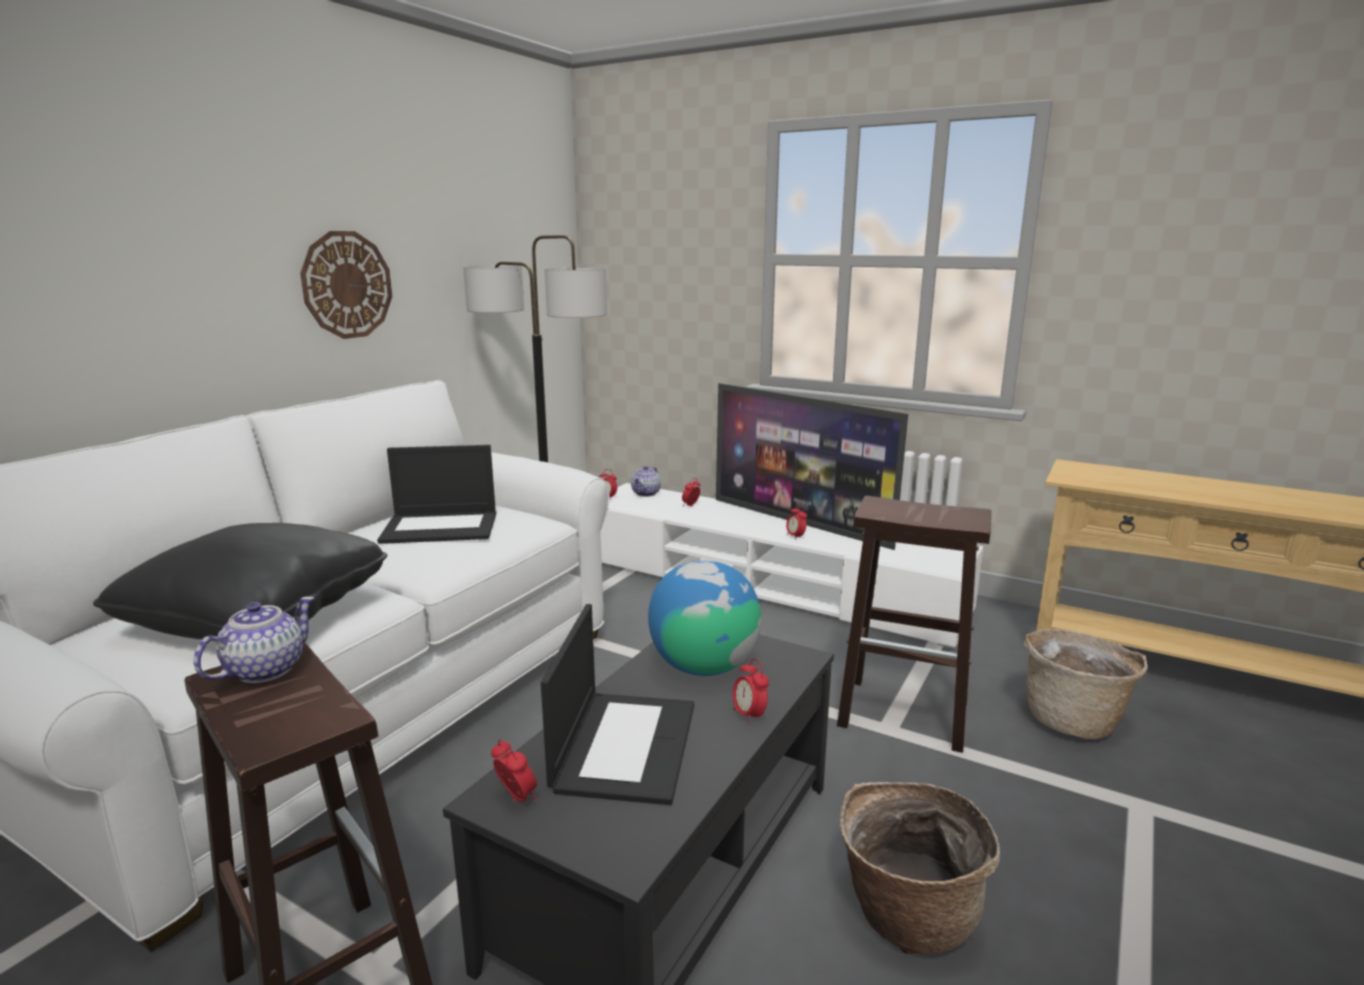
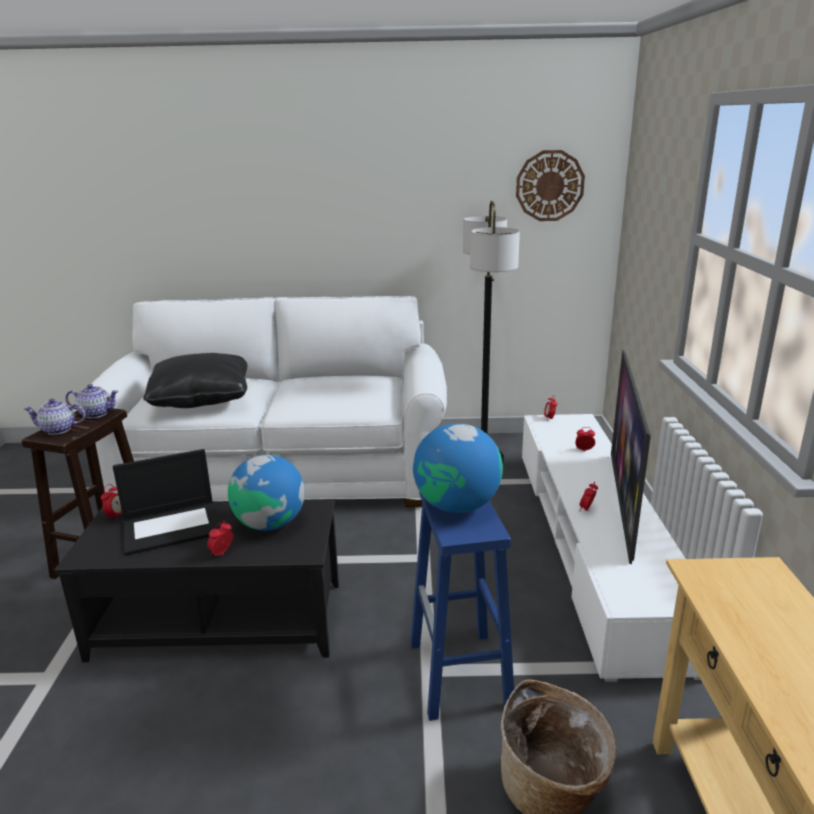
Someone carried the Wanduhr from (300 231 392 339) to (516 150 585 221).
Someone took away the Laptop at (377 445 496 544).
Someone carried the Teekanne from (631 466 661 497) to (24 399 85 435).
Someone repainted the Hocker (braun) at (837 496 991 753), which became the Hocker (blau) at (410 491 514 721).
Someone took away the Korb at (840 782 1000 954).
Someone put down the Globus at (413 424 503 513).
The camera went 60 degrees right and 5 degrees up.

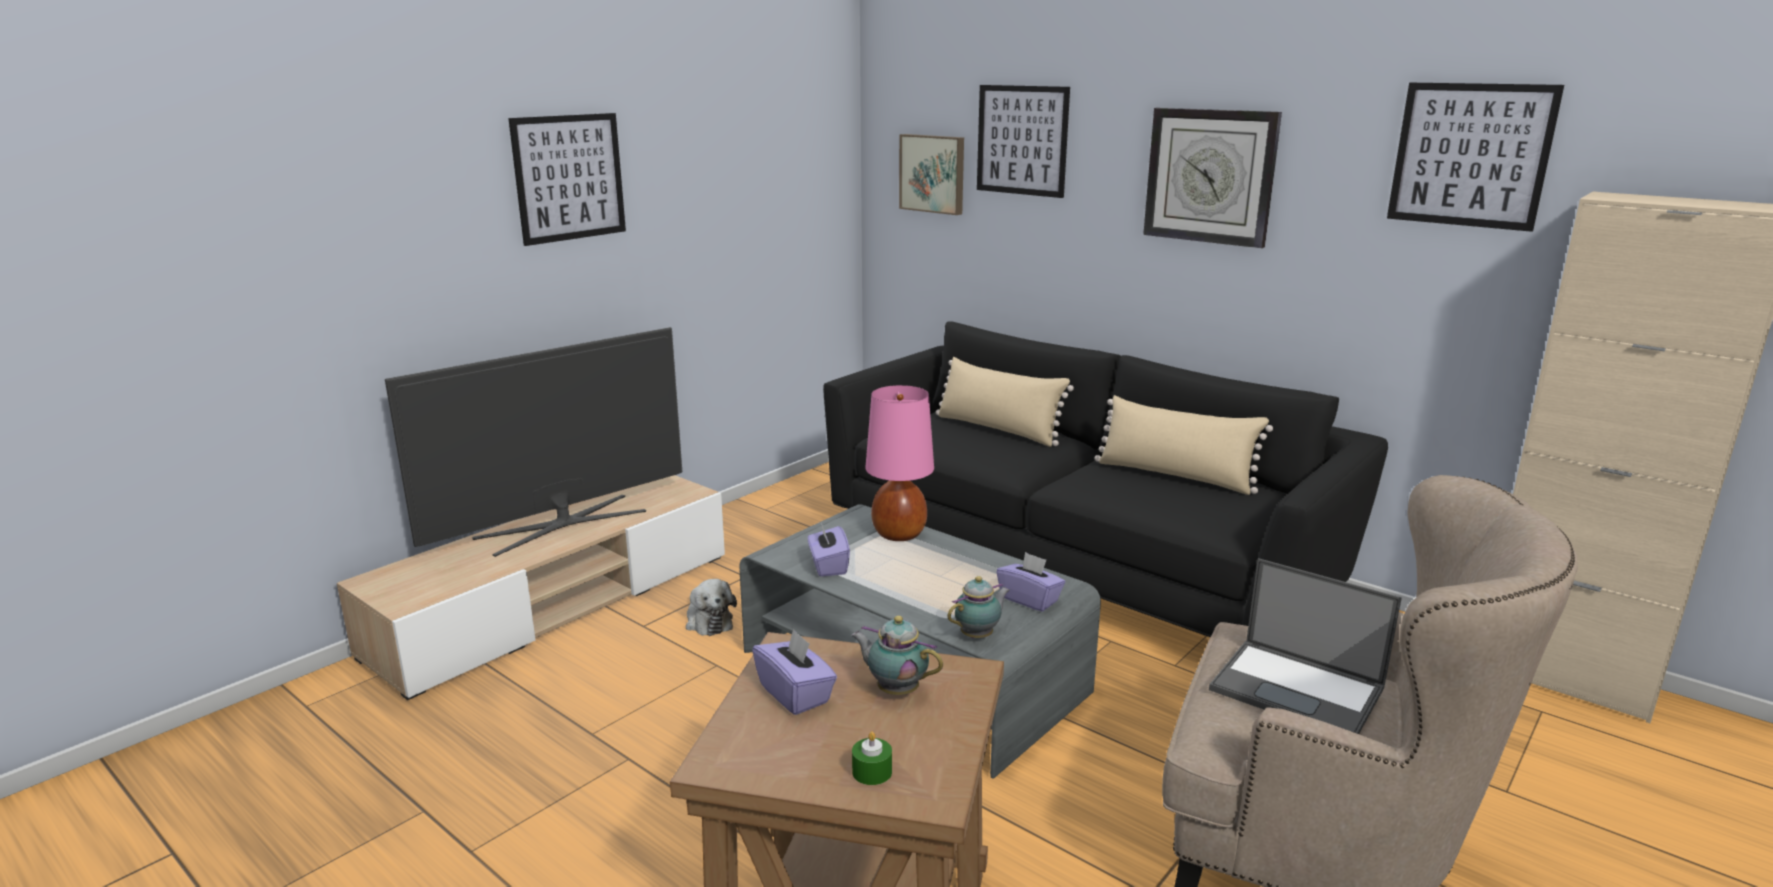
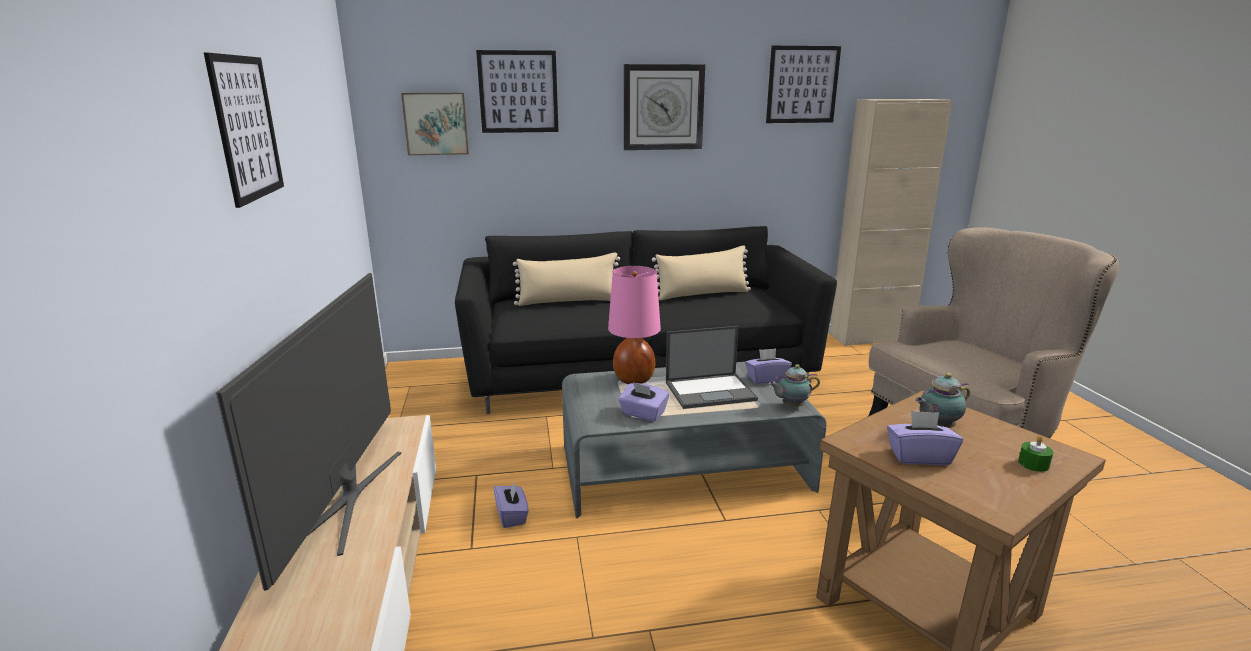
Someone swapped the Plüschtier at (686 579 737 636) for the Taschentuchbox (lila) at (494 482 529 528).
Someone rotated the Teekanne at (947 576 1010 638) by 105 degrees counterclockwise.
Someone carried the Laptop from (1209 558 1402 734) to (666 326 758 409).
The camera went 50 degrees left and 0 degrees up.

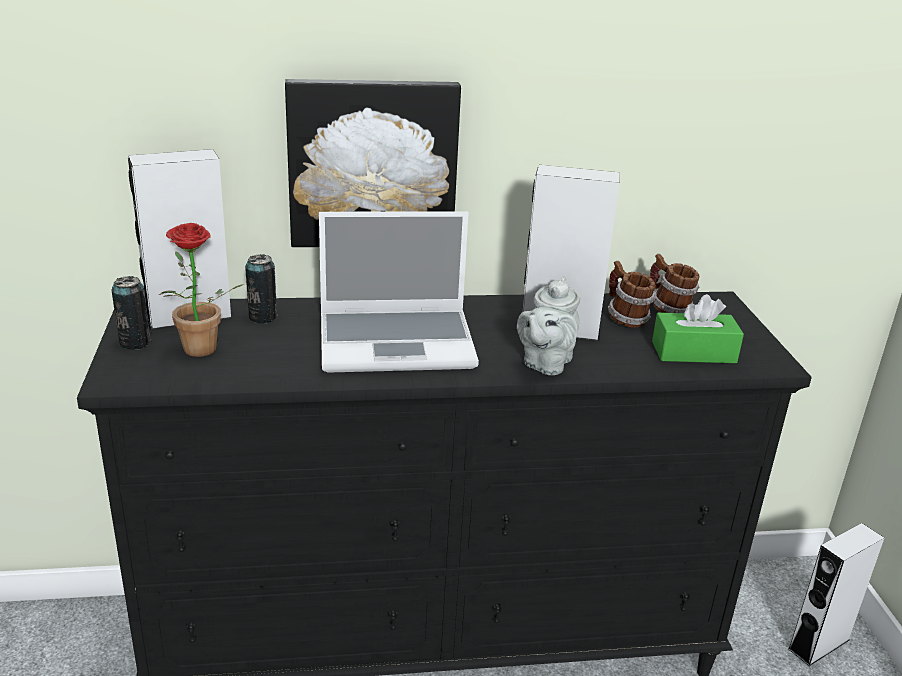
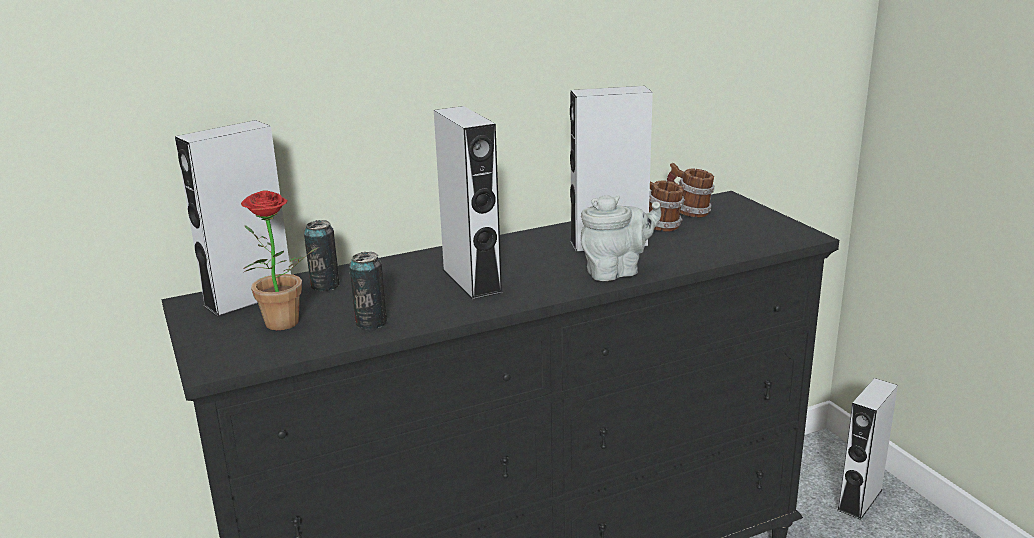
Someone carried the Dose from (112 276 151 350) to (349 252 387 329).
Someone took away the Bild at (285 79 461 247).
Someone swapped the Laptop at (319 211 479 373) for the Lautsprecher (grau) at (434 106 503 300).
Someone rotated the Teekanne (grau) at (517 277 580 375) by 120 degrees counterclockwise.
Someone took away the Taschentuchbox (grün) at (652 294 744 363).
The camera went 15 degrees left and 5 degrees down.

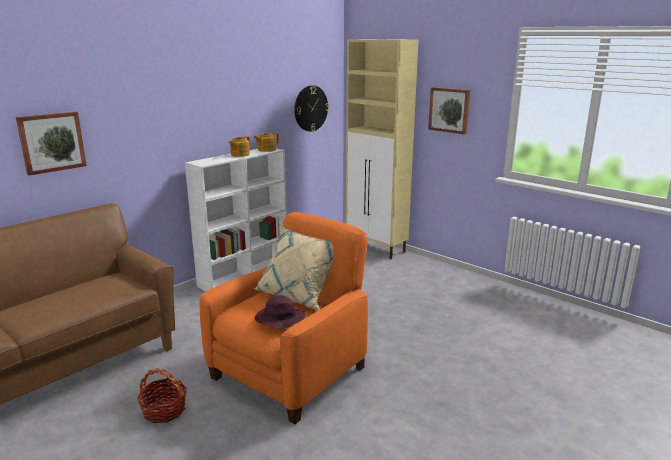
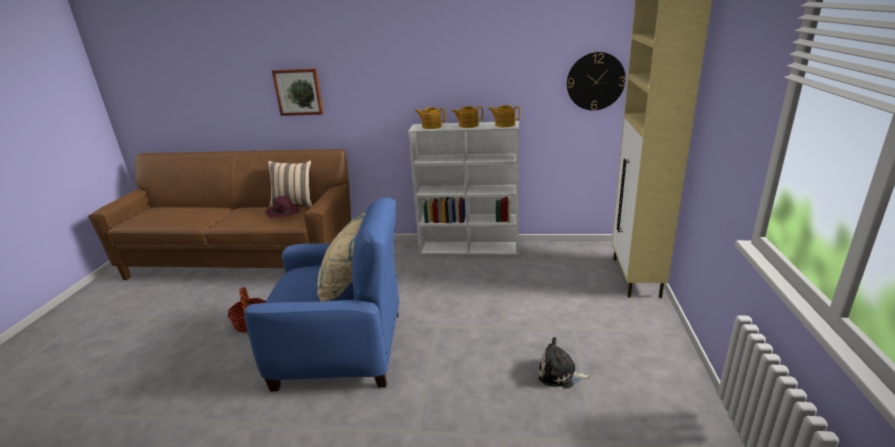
Someone repainted the Sessel (orange) at (199 212 368 424), which became the Sessel (blau) at (244 197 399 391).
Someone carried the Hut (lila) from (255 295 306 329) to (266 196 300 218).
Someone took away the Bild at (428 87 470 134).
Someone put down the Kissen (beige) at (268 160 313 207).
Someone put down the Teekanne at (415 107 446 129).
Someone put down the Plüschtier at (538 337 591 388).
The camera went 55 degrees right and 5 degrees up.

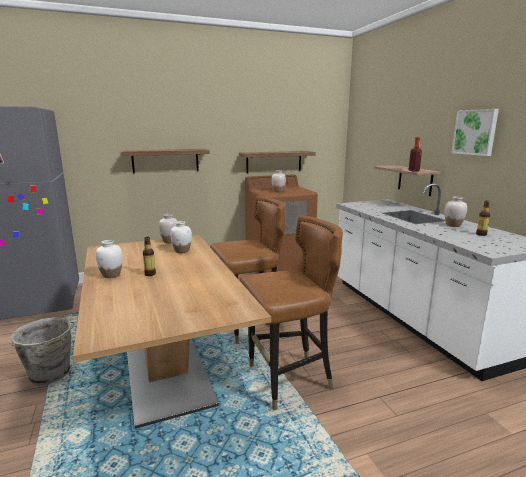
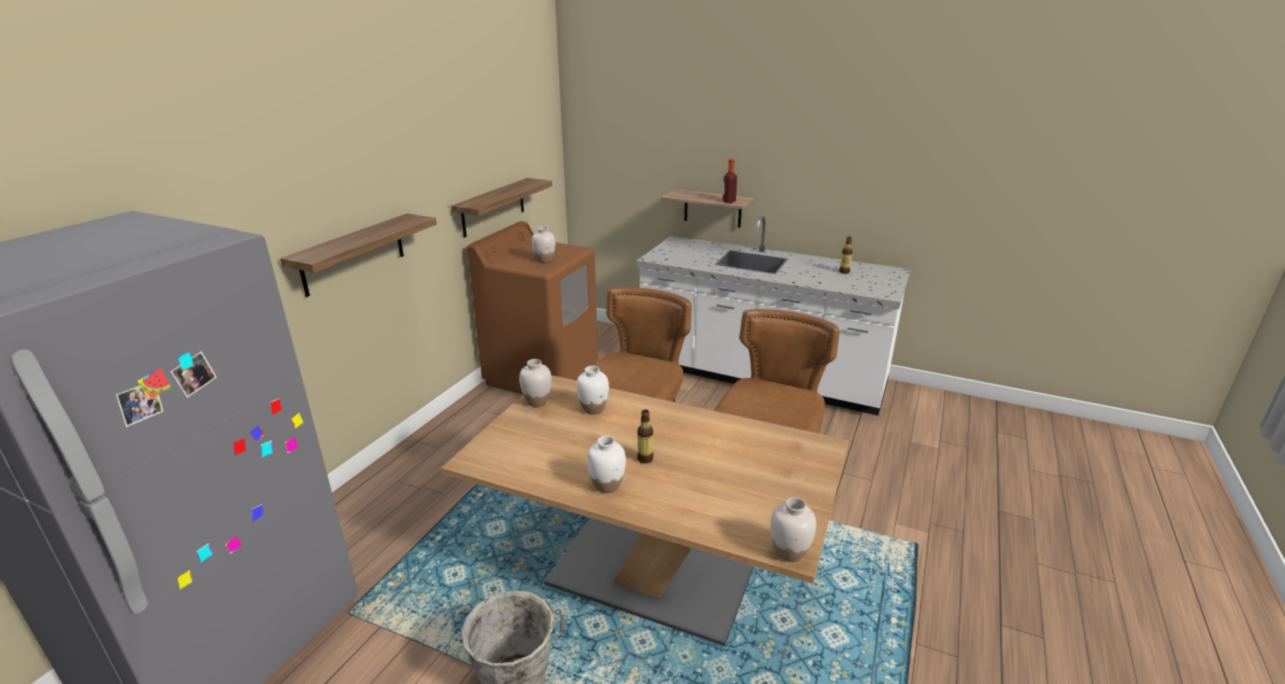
Someone carried the Vase (weiß) from (445 197 467 227) to (770 497 816 562).
Someone took away the Bild at (451 109 499 156).
The camera went 45 degrees left and 10 degrees up.

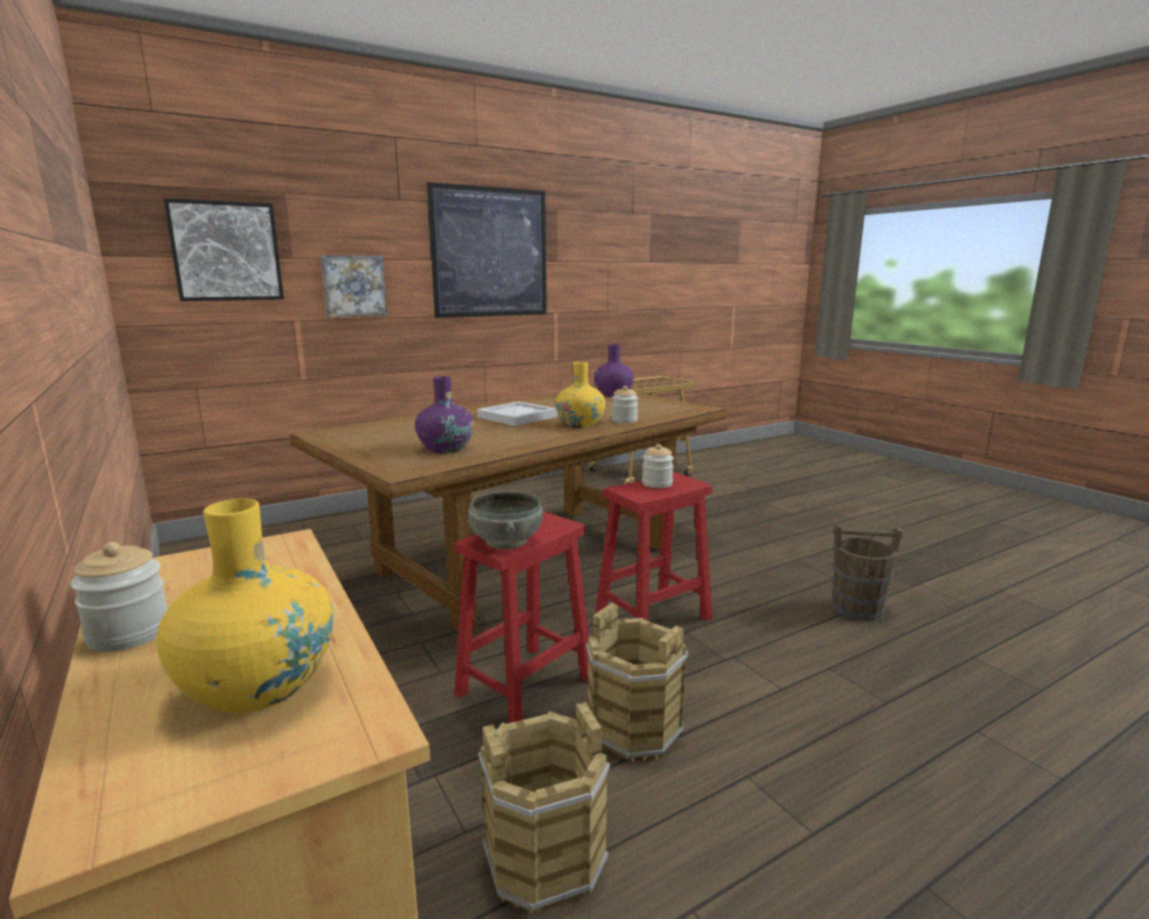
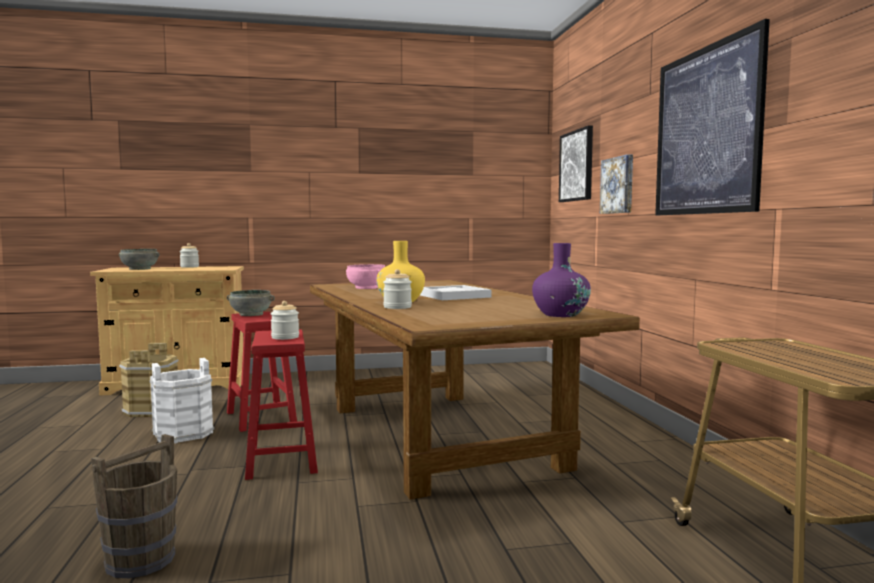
Someone swapped the Vase (gelb) at (157 499 333 713) for the Schüssel (grau) at (119 249 160 270).
Someone swapped the Vase (lila) at (415 376 474 453) for the Schüssel (rosa) at (346 264 385 289).
Someone repainted the Eimer (braun) at (586 603 688 762), which became the Eimer (weiß) at (149 358 214 443).
The camera went 110 degrees right and 10 degrees down.

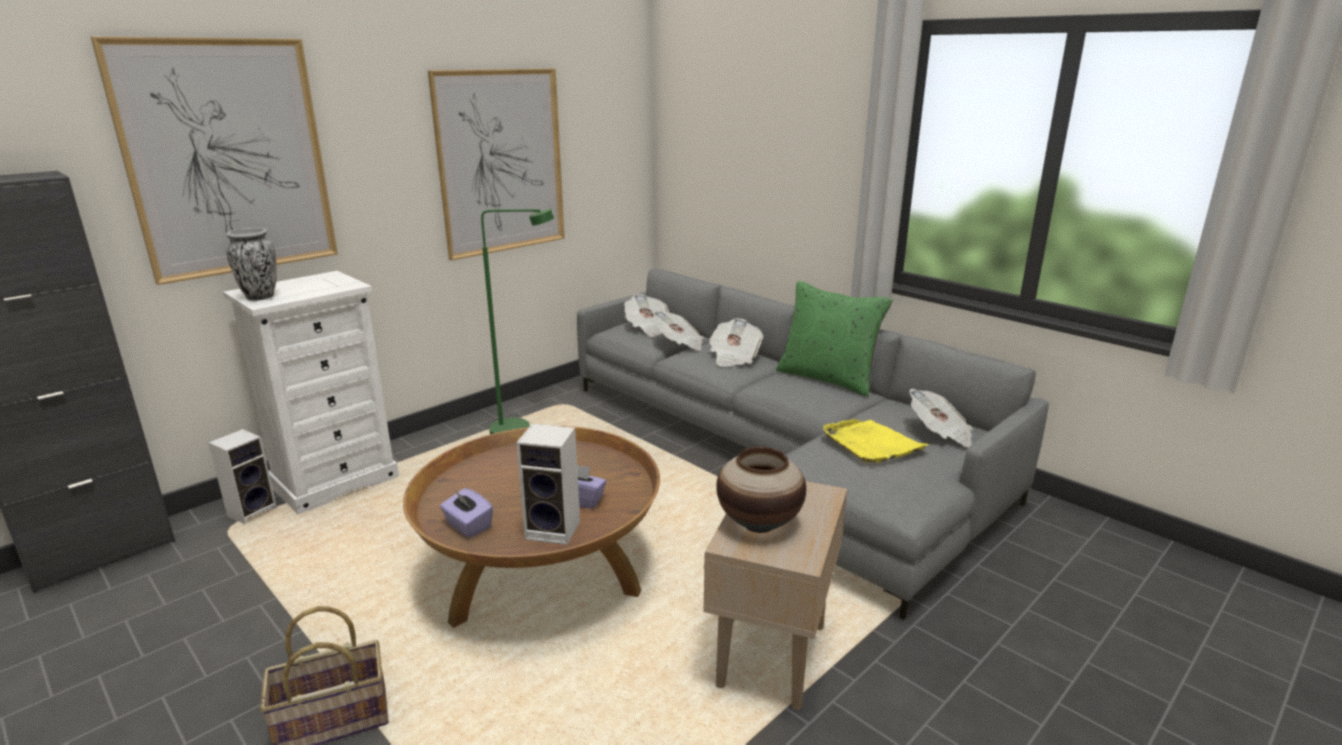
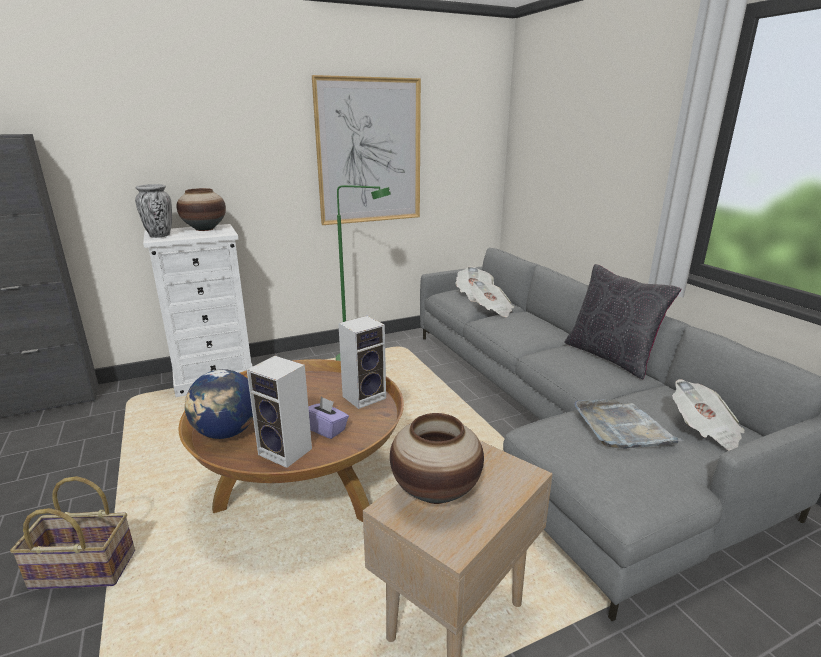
Someone took away the Bild at (91 37 338 285).
Someone carried the Lautsprecher from (208 429 277 524) to (338 316 386 409).
Someone swapped the Taschentuchbox (lila) at (440 488 493 538) for the Globus at (185 369 253 439).
Someone took away the Zeitung at (709 318 763 367).
Someone repainted the Kissen (grün) at (776 281 893 396), which became the Kissen (schwarz) at (564 264 681 379).
Someone repainted the Tablett (gelb) at (822 419 929 463), which became the Tablett (grau) at (574 399 683 449).
Someone put down the Vase at (176 188 226 231).
The camera went 20 degrees right and 0 degrees up.

